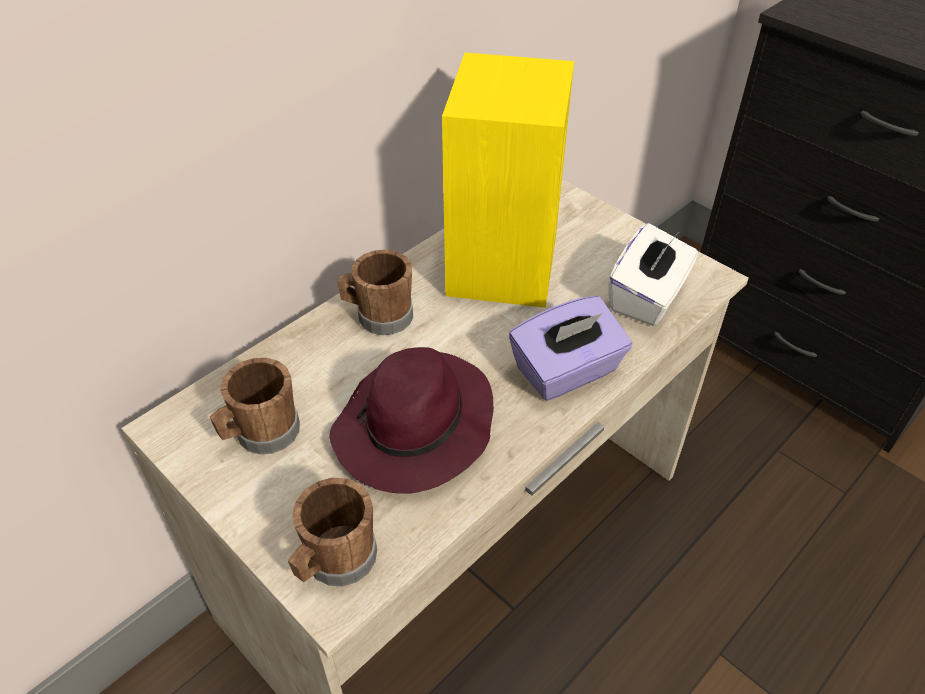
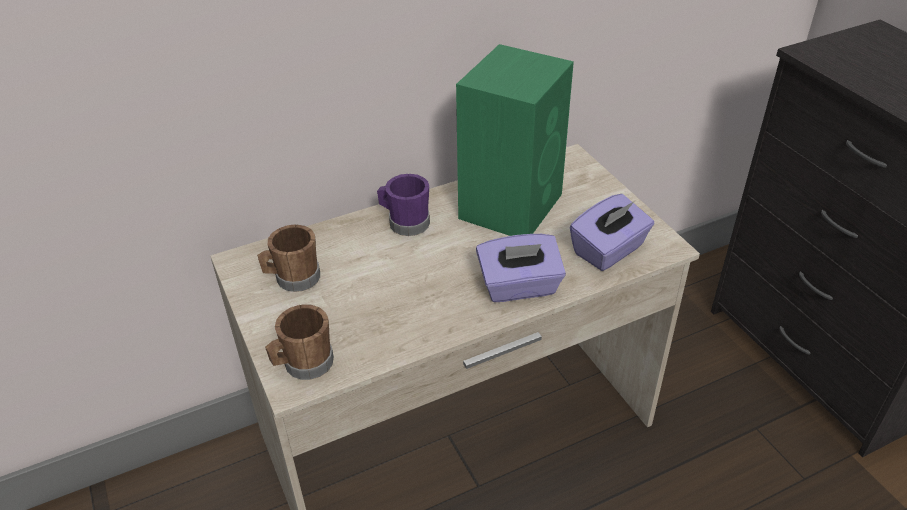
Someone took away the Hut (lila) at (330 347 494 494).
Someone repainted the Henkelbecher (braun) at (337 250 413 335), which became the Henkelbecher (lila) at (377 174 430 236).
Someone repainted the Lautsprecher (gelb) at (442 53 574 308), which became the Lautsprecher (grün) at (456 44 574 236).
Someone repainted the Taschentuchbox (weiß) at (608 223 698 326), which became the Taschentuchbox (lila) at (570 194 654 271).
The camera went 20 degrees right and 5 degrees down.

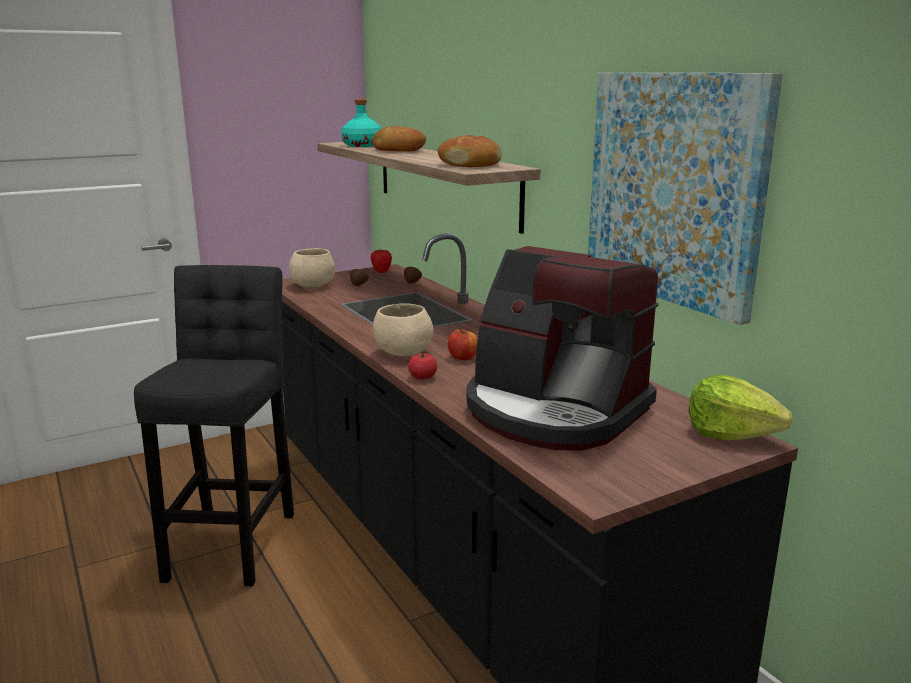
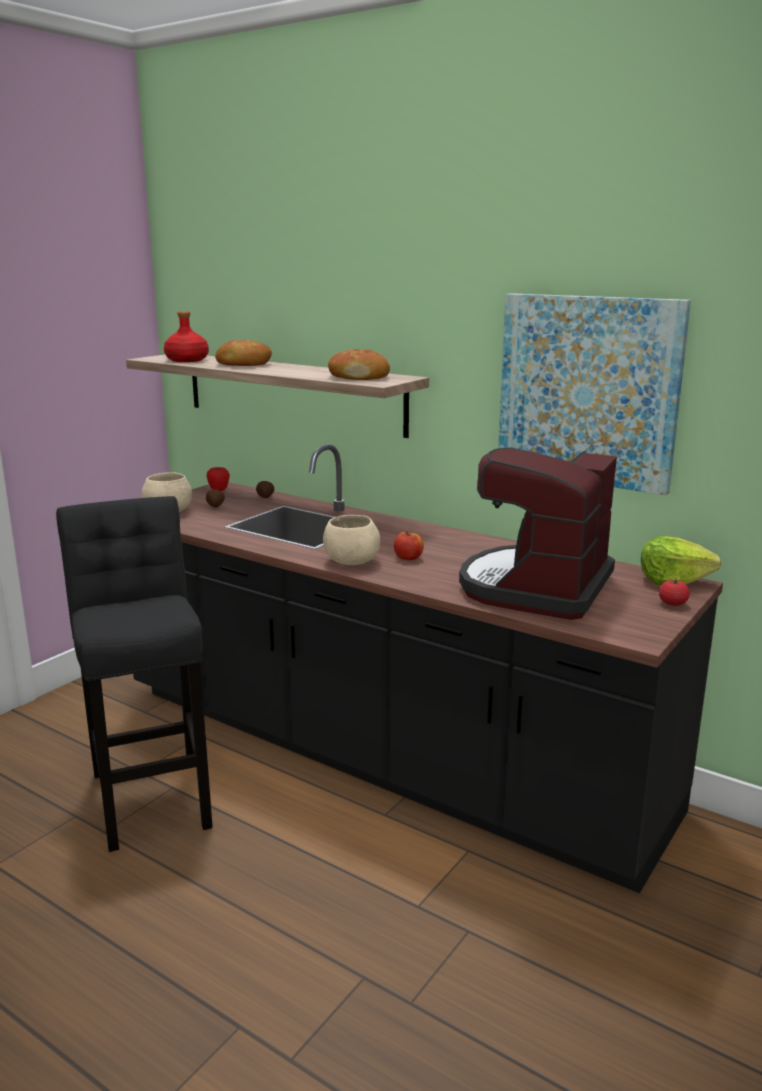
Someone repainted the Flasche (türkis) at (341 99 381 147), which became the Flasche (rot) at (164 311 209 362).
Someone carried the Tomate from (408 353 438 380) to (659 579 690 606).
Someone rotated the Kaffeemaschine at (466 246 659 451) by 105 degrees clockwise.
The camera went 25 degrees left and 0 degrees up.

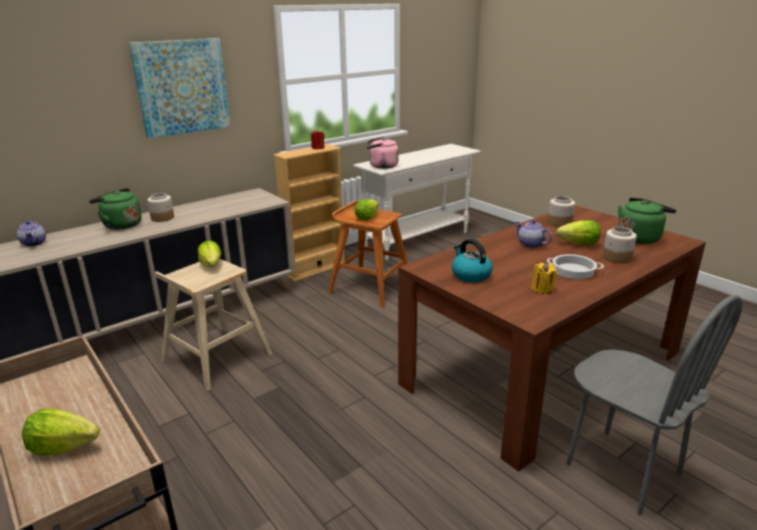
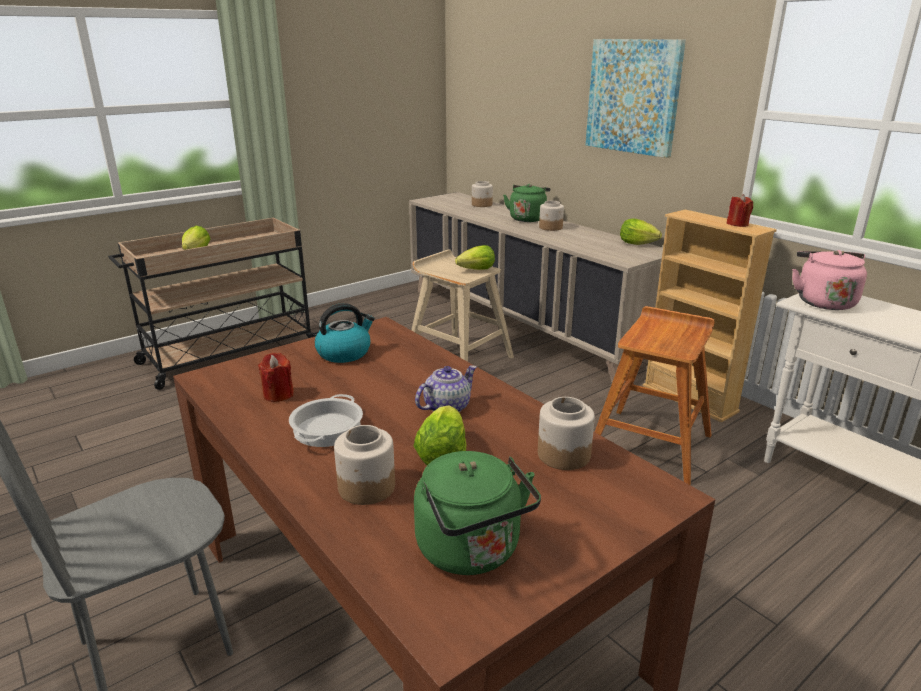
Someone swapped the Teekanne at (17 220 46 247) for the Vorratsglas at (472 181 493 207).
Someone carried the Salatkopf from (354 199 379 220) to (620 219 662 245).
Someone repainted the Kerze (gelb) at (531 263 557 294), which became the Kerze (rot) at (258 353 294 402).
The camera went 90 degrees right and 0 degrees up.

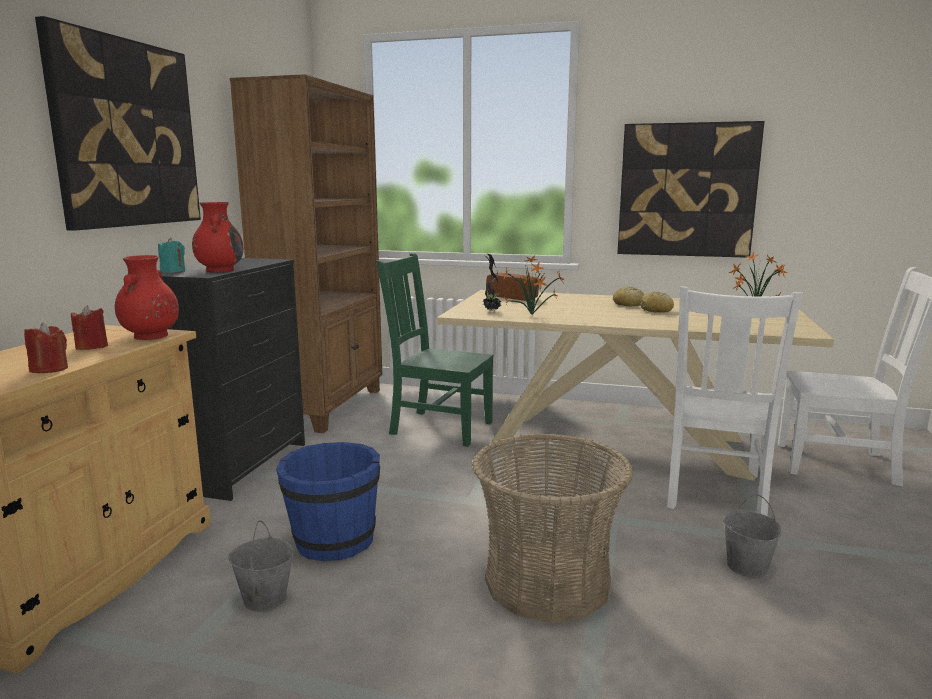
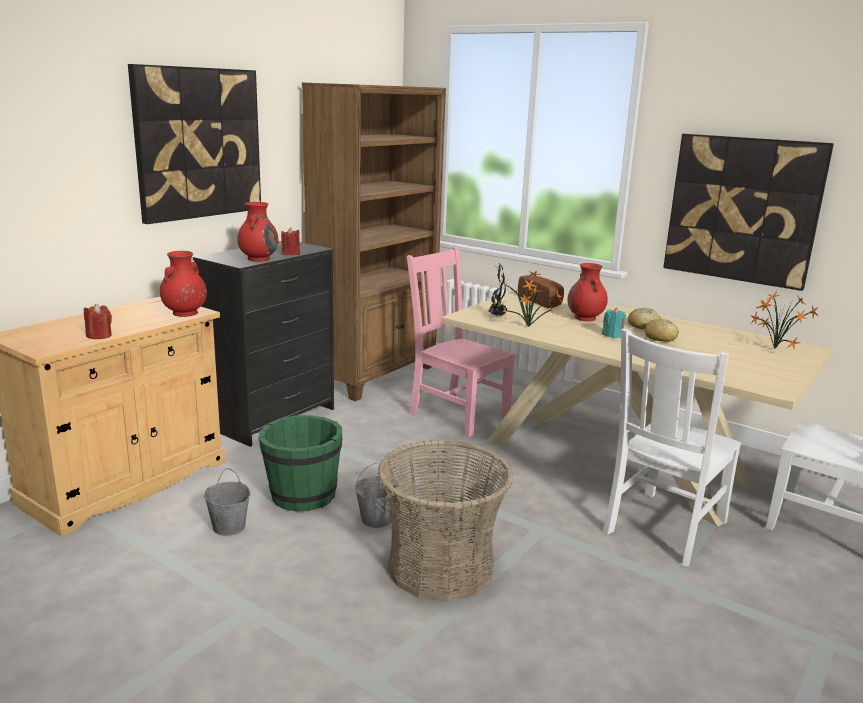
Someone carried the Kerze (rot) from (71 305 108 350) to (281 228 300 255).
Someone carried the Kerze (türkis) from (158 238 185 273) to (602 308 626 338).
Someone repainted the Eimer (blau) at (276 442 380 561), which became the Eimer (grün) at (258 415 342 512).
Someone repainted the Stuhl (grün) at (376 253 494 447), which became the Stuhl (rosa) at (407 246 515 437).
Someone carried the Eimer (grau) from (723 494 782 578) to (355 462 399 528).
Someone put down the Vase (rot) at (567 263 608 321).
The camera went 20 degrees right and 5 degrees up.

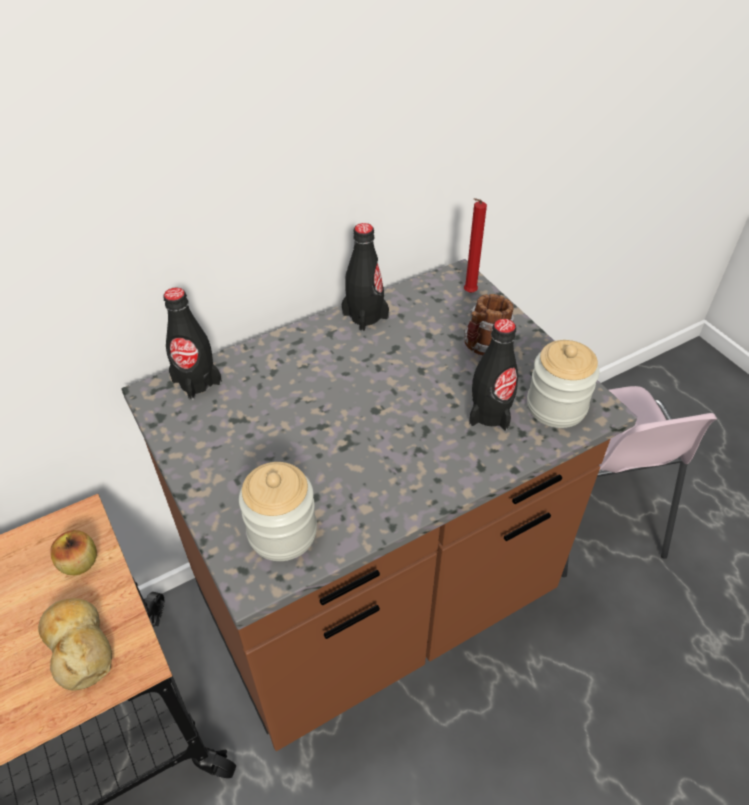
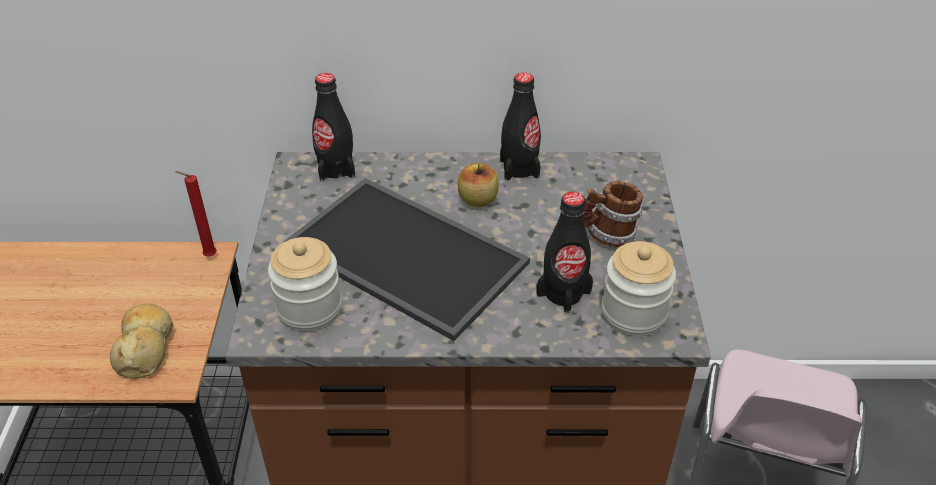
Someone carried the Apfel from (50 530 97 575) to (458 163 498 207).
Someone carried the Kerze (rot) from (464 198 487 293) to (175 171 217 257).
Someone put down the Tablett at (284 178 530 341).
The camera went 30 degrees right and 5 degrees down.

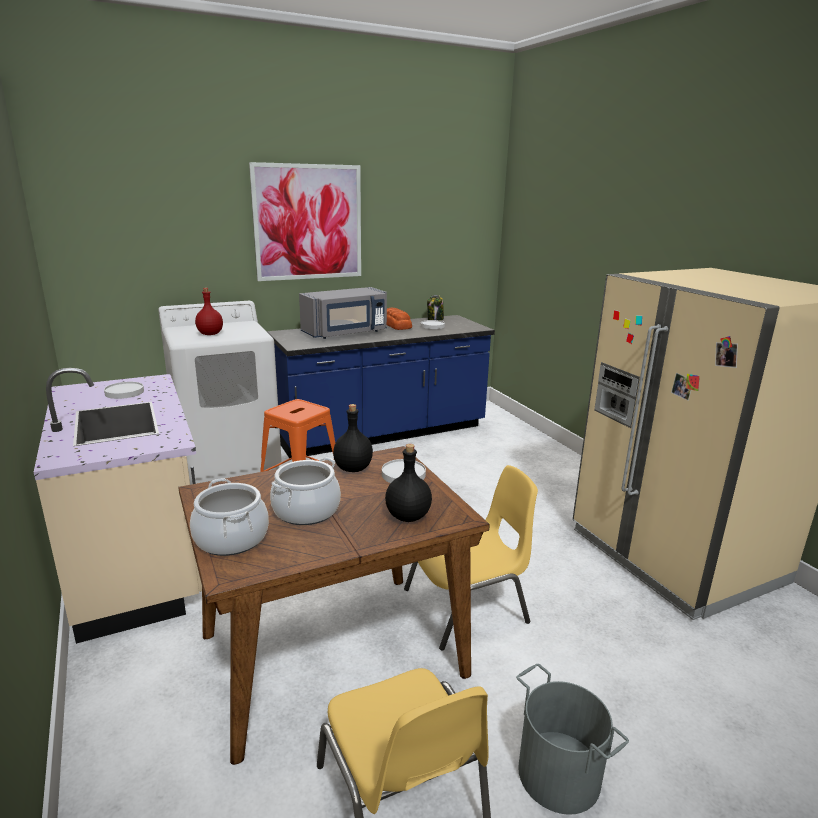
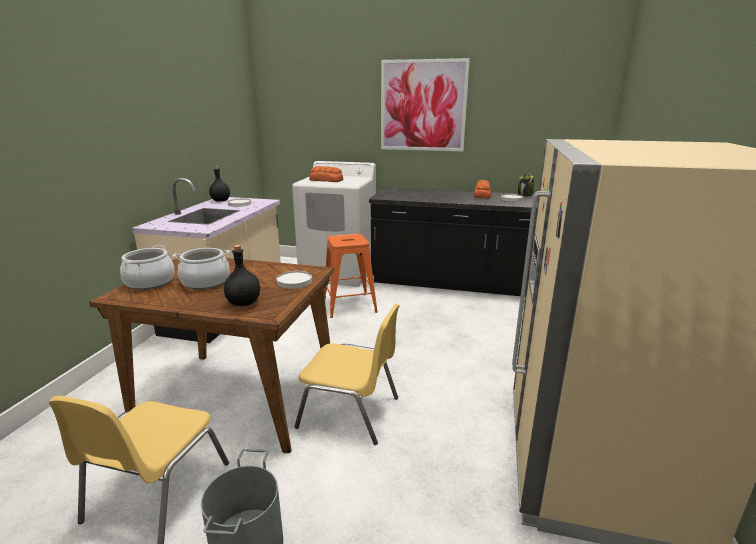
Someone swapped the Flasche (rot) at (195 288 223 335) for the Brot at (309 166 343 182).
Someone repainted the Küchenzeile (blau) at (267 315 495 458), which became the Küchenzeile (schwarz) at (369 187 538 296).
Someone took away the Mikrowelle (grau) at (299 287 387 339).
Someone carried the Flasche (schwarz) from (333 404 373 472) to (209 166 230 202).
The camera went 40 degrees right and 0 degrees up.

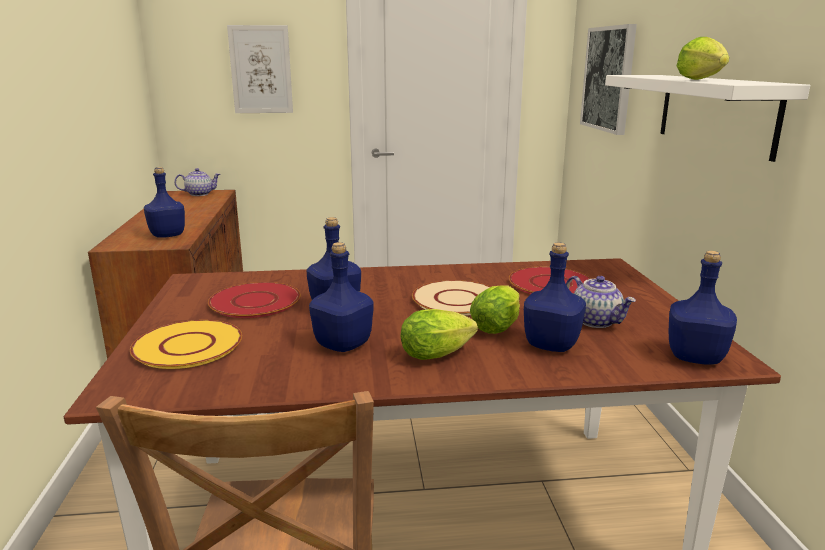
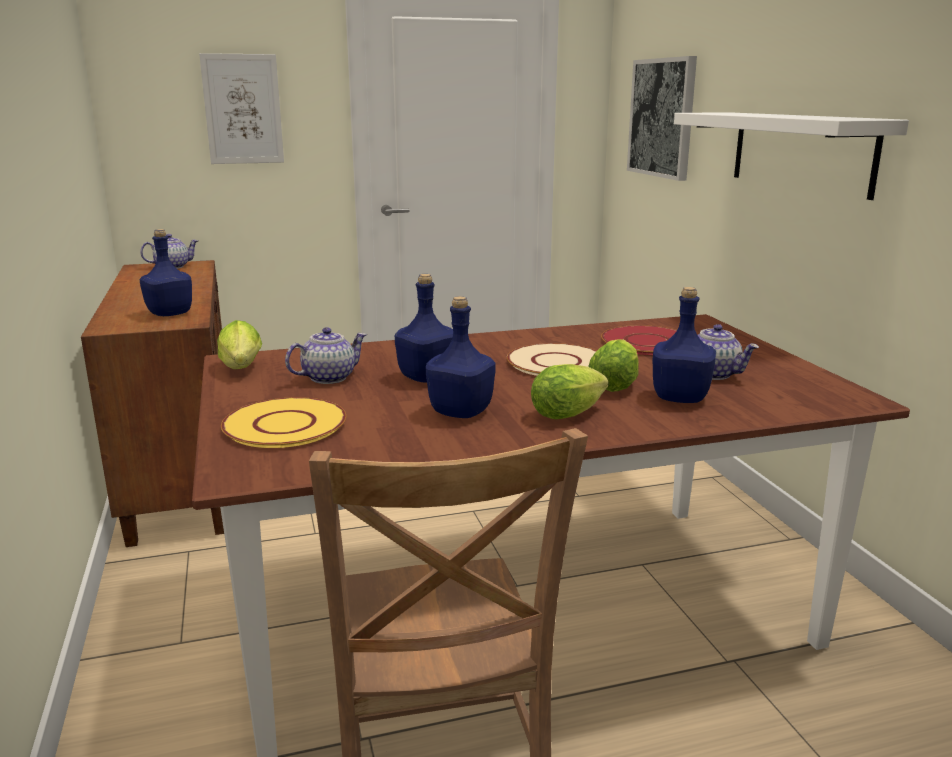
Someone swapped the Teller (rot) at (208 282 300 318) for the Teekanne at (285 327 367 384).
Someone took away the Flasche (blau) at (669 251 737 365).
Someone carried the Salatkopf from (677 37 729 80) to (217 320 262 369).
The camera went 10 degrees left and 0 degrees up.

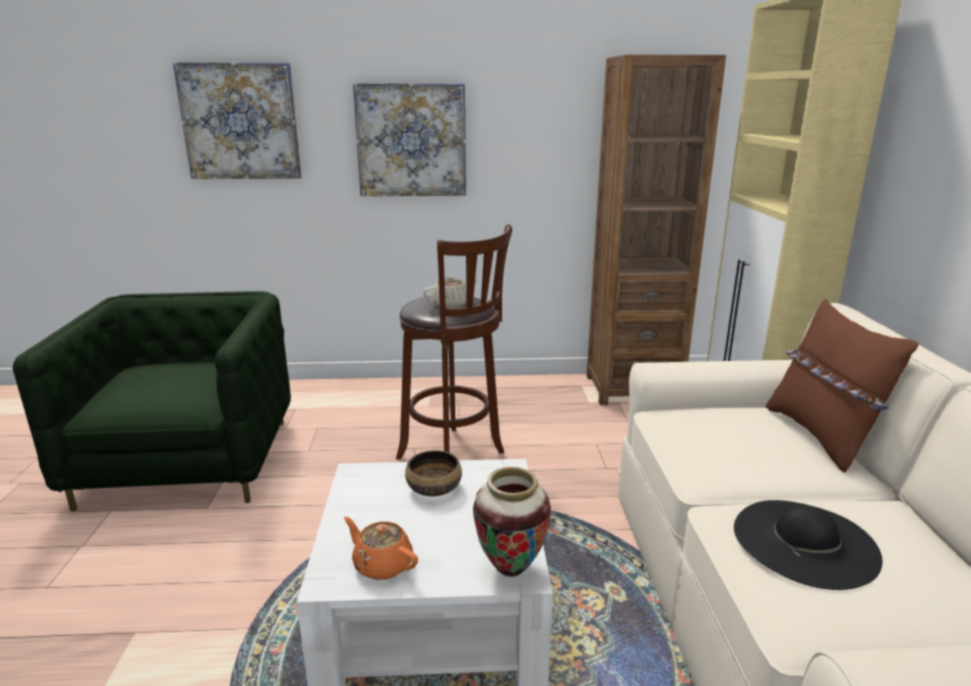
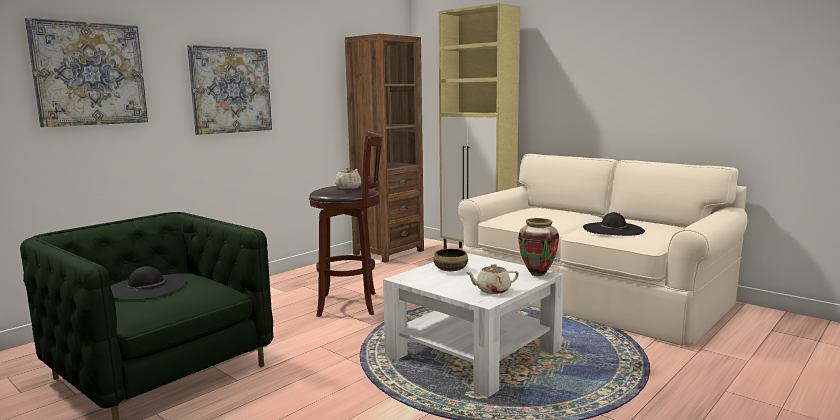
Someone repainted the Teekanne (orange) at (344 517 418 580), which became the Teekanne (beige) at (466 264 519 294).
Someone took away the Kissen (braun) at (766 299 919 473).
Someone put down the Hut (schwarz) at (111 266 187 300).
The camera went 45 degrees left and 10 degrees down.

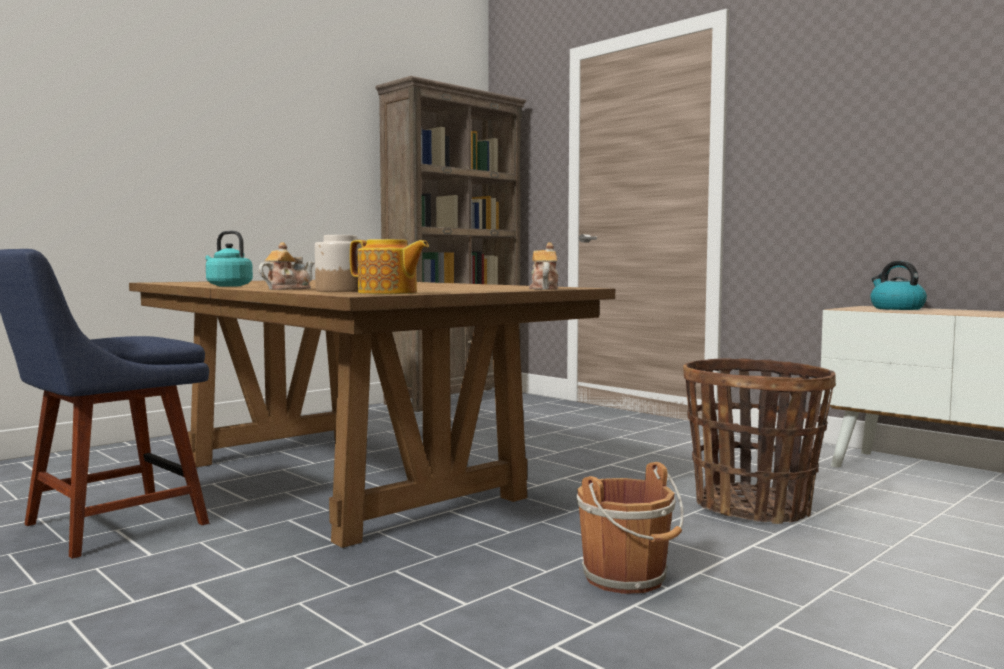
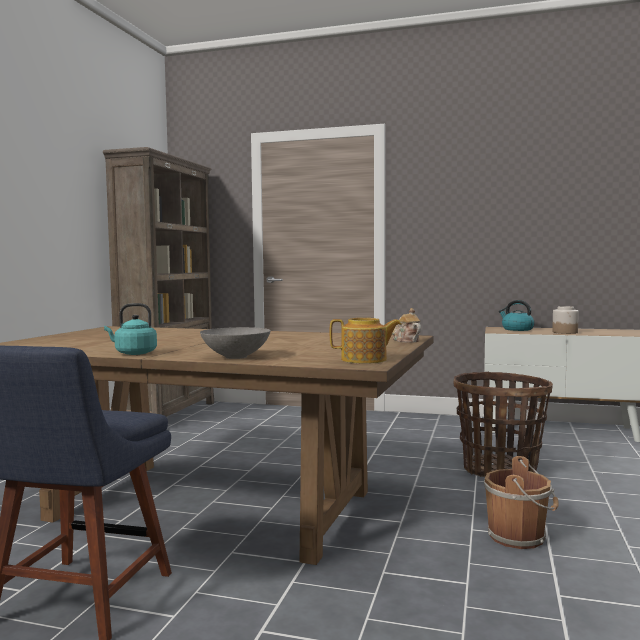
Someone swapped the Teekanne at (259 242 315 290) for the Schüssel (grau) at (200 327 271 359).
Someone carried the Vorratsglas from (315 235 362 292) to (552 306 579 334).
The camera went 30 degrees left and 0 degrees up.

